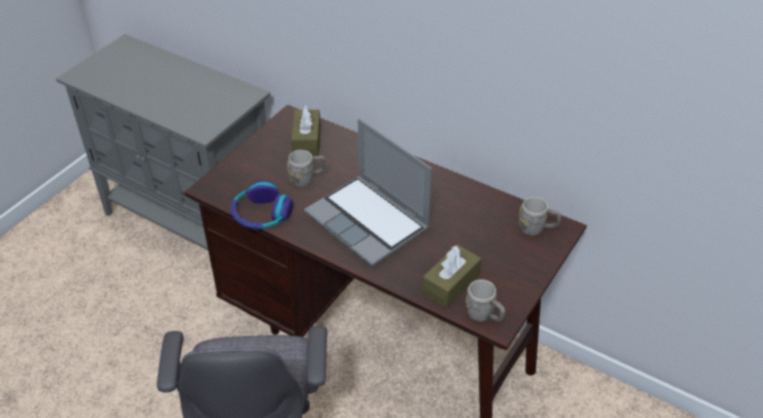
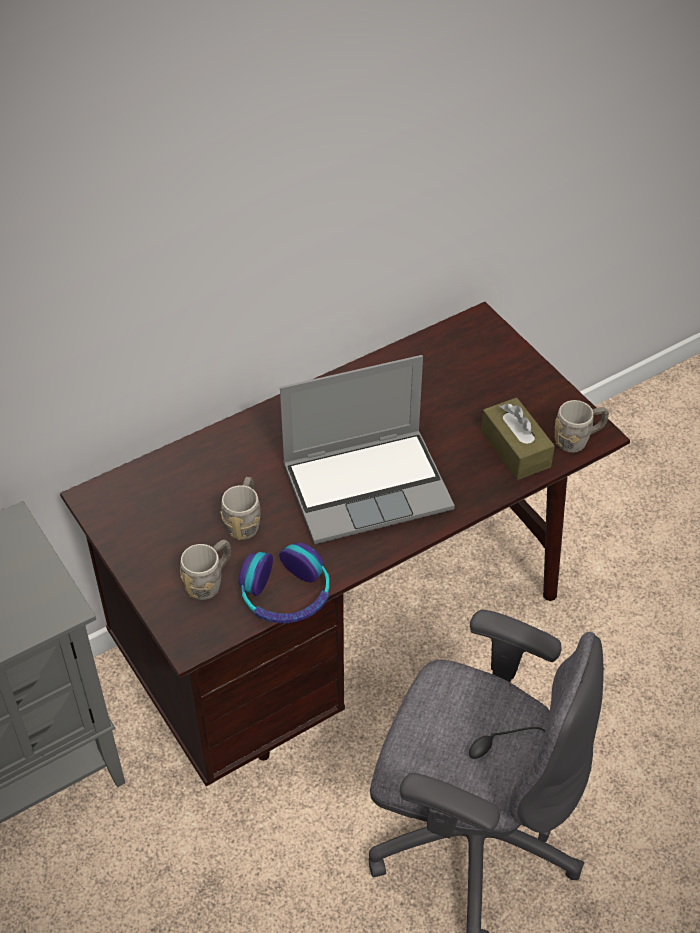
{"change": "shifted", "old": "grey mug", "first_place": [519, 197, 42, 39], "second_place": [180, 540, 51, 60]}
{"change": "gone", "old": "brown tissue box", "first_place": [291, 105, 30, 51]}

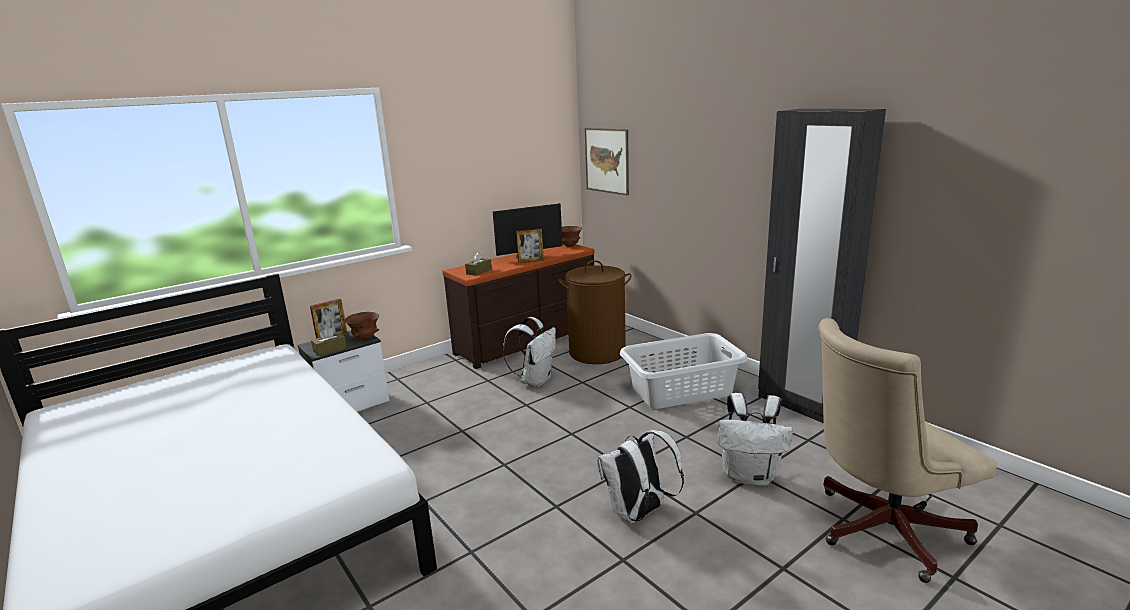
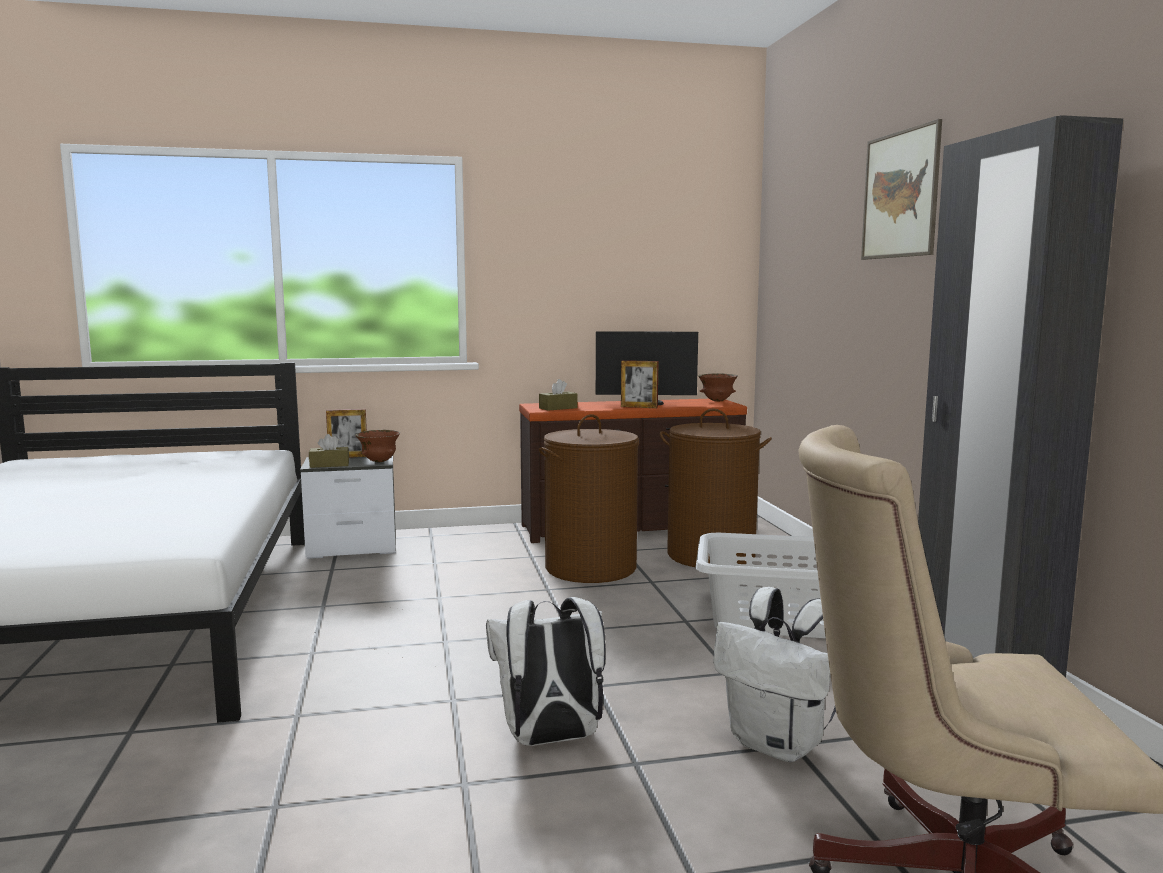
{"change": "swapped", "old": "white backpack", "new": "brown laundry basket", "first_place": [503, 317, 53, 70], "second_place": [539, 414, 100, 169]}
{"change": "shifted", "old": "picture", "first_place": [584, 128, 45, 68], "second_place": [861, 119, 81, 141]}

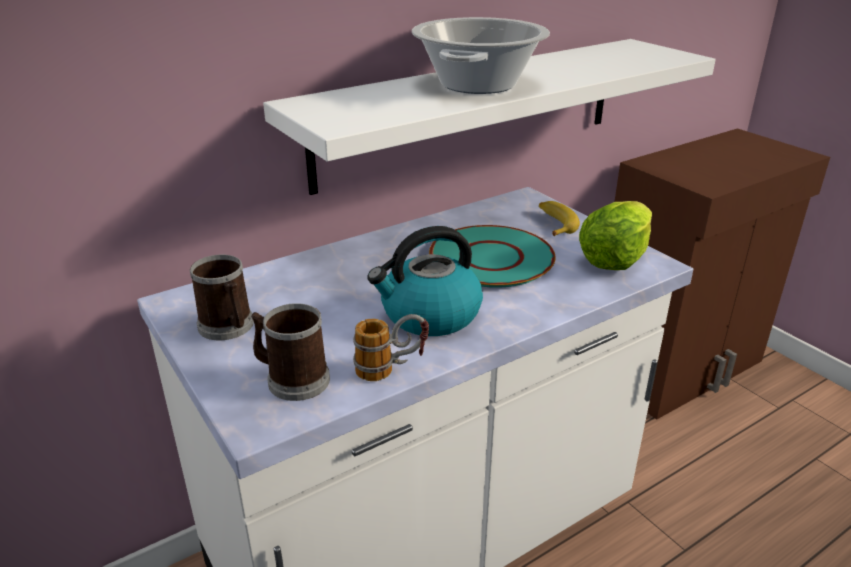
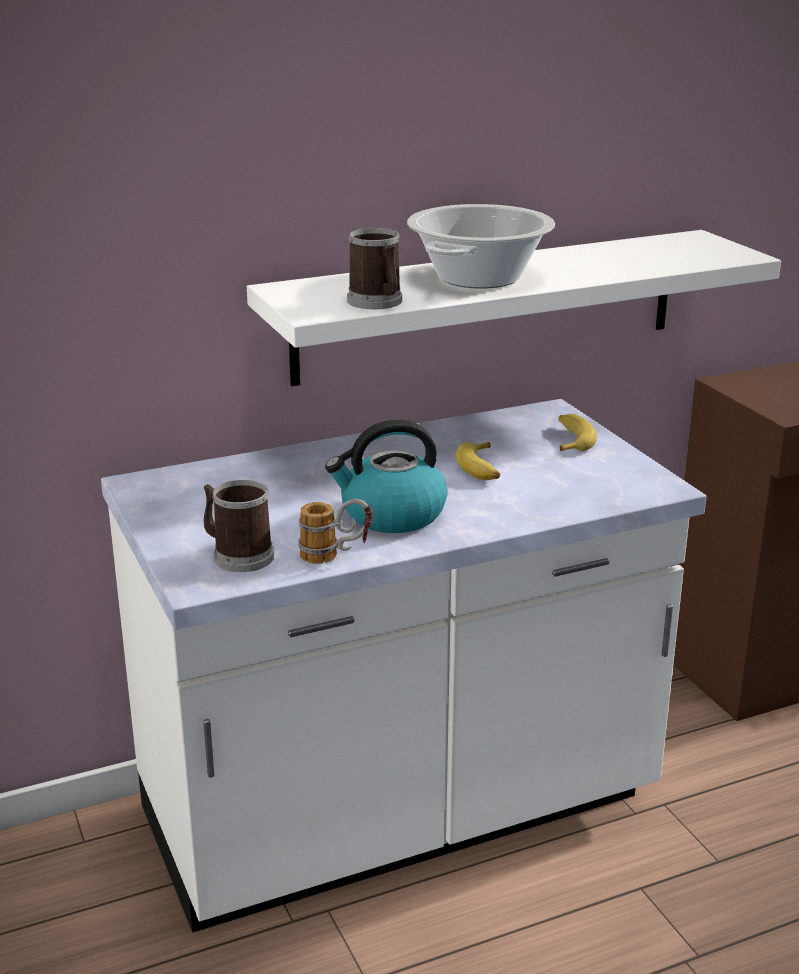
{"change": "shifted", "old": "mug", "first_place": [190, 255, 64, 85], "second_place": [347, 228, 55, 81]}
{"change": "swapped", "old": "turquoise plate", "new": "banana", "first_place": [429, 225, 127, 63], "second_place": [456, 442, 44, 38]}
{"change": "gone", "old": "lettuce", "first_place": [579, 201, 73, 69]}

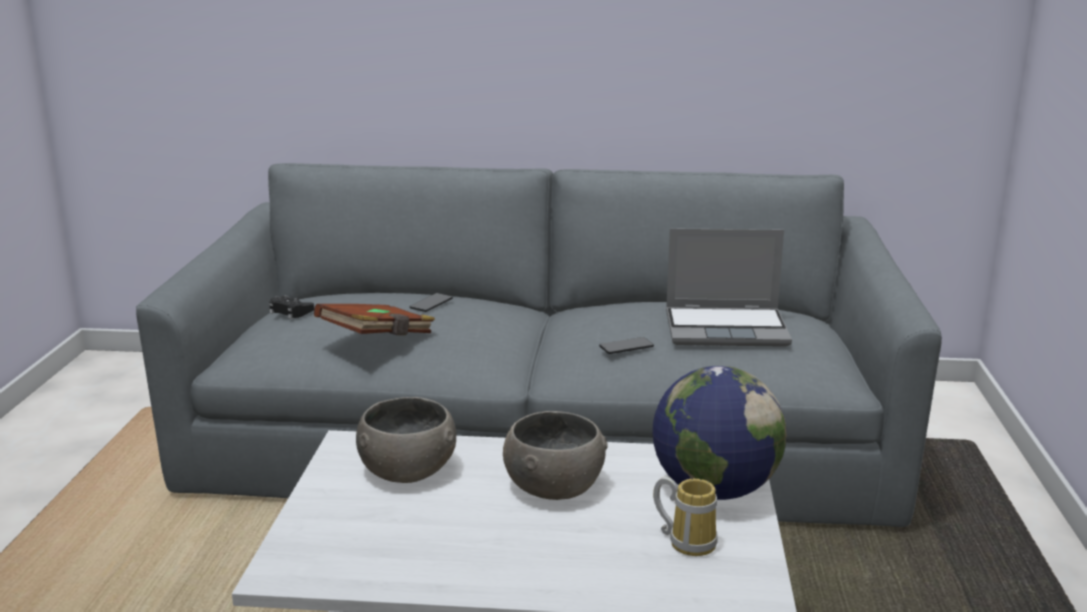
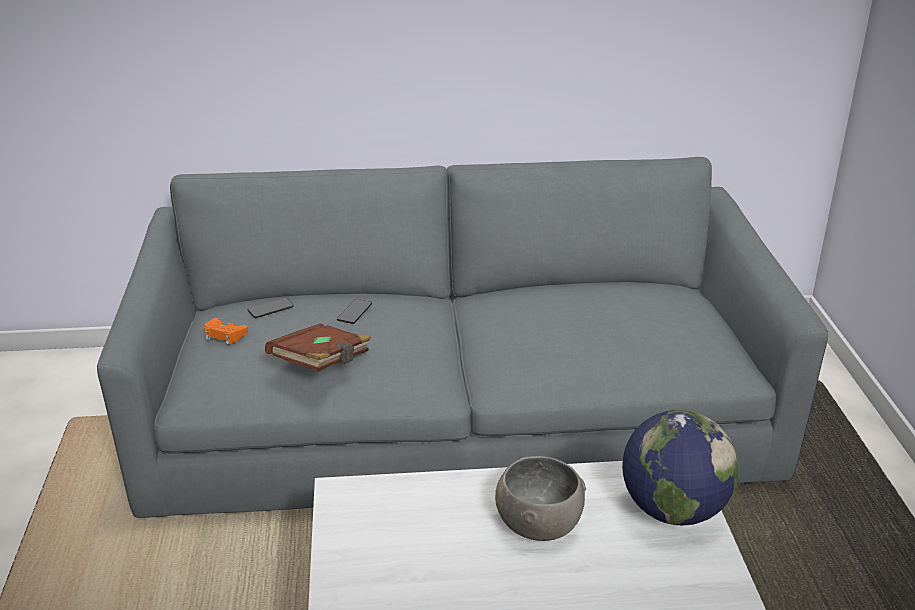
{"change": "repainted", "old": "black game controller", "new": "orange game controller", "first_place": [269, 295, 45, 24], "second_place": [204, 318, 44, 27]}
{"change": "shifted", "old": "phone", "first_place": [599, 337, 55, 17], "second_place": [248, 298, 46, 20]}
{"change": "gone", "old": "grey bowl", "first_place": [356, 397, 100, 86]}
{"change": "gone", "old": "mug", "first_place": [653, 477, 65, 79]}
{"change": "gone", "old": "laptop", "first_place": [666, 228, 126, 119]}

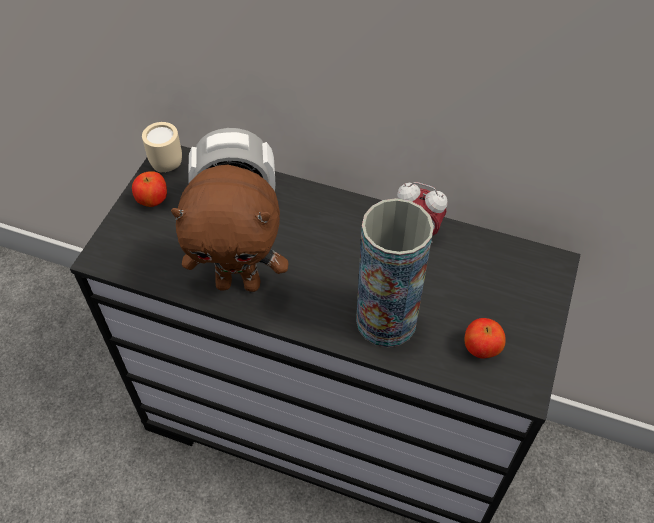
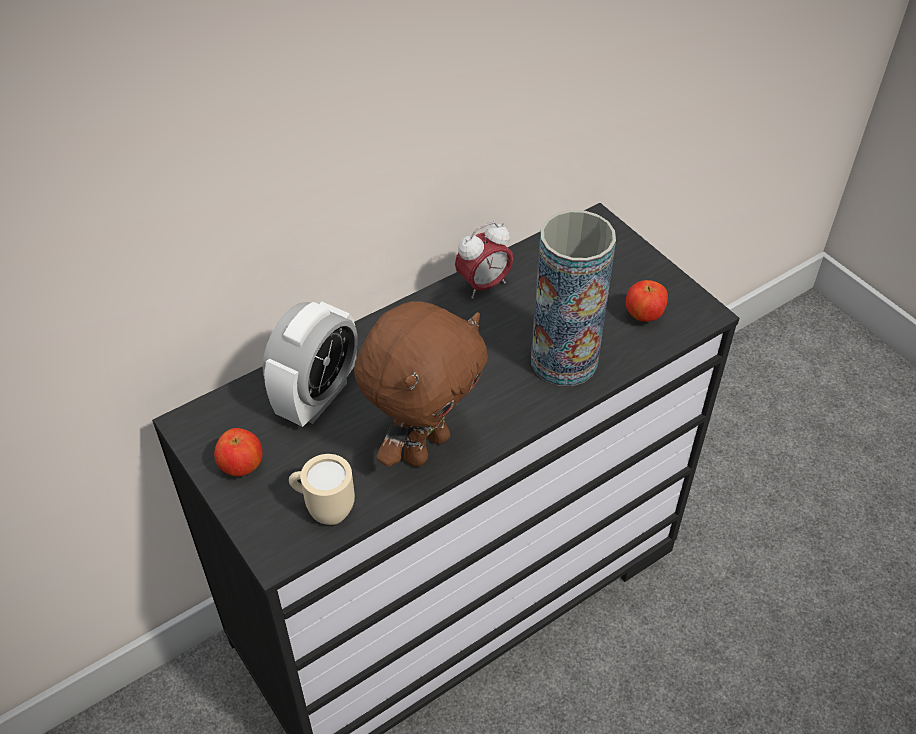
{"change": "shifted", "old": "beige mug", "first_place": [142, 122, 40, 50], "second_place": [289, 454, 66, 71]}

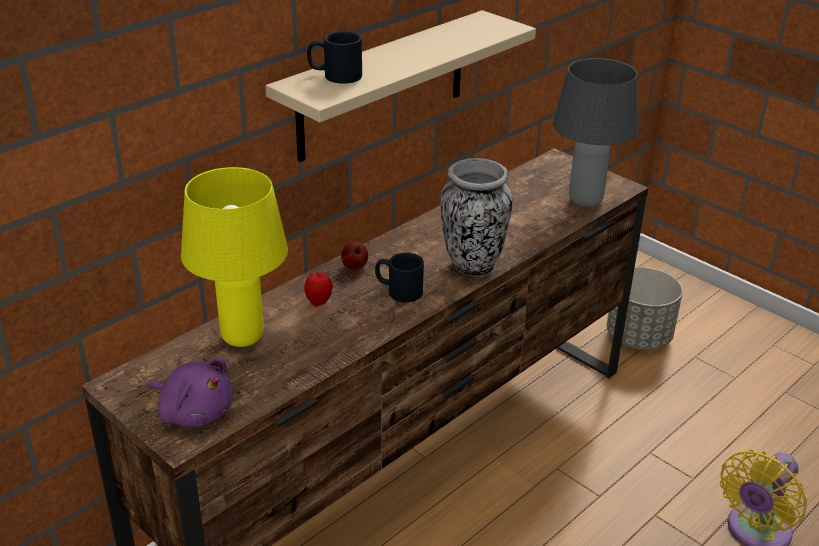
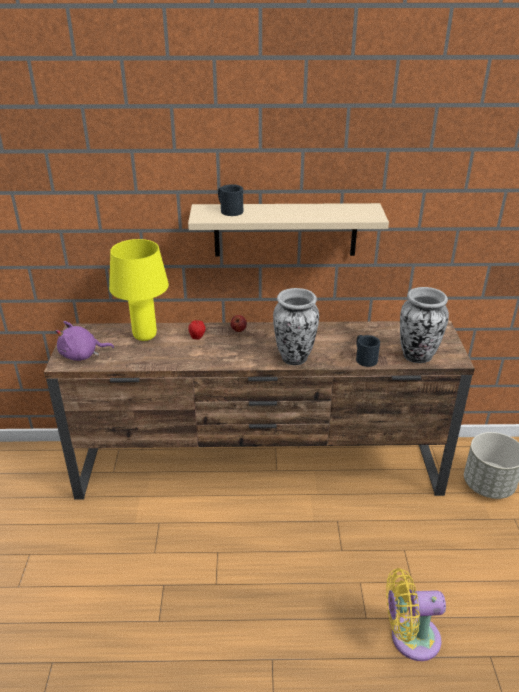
{"change": "rotated", "old": "purple plush toy", "first_place": [148, 358, 85, 69], "second_place": [55, 321, 59, 40], "degrees": 90}
{"change": "shifted", "old": "black mug", "first_place": [375, 253, 49, 50], "second_place": [356, 335, 24, 32]}
{"change": "swapped", "old": "grey table lamp", "new": "vase", "first_place": [553, 58, 85, 149], "second_place": [400, 287, 49, 76]}

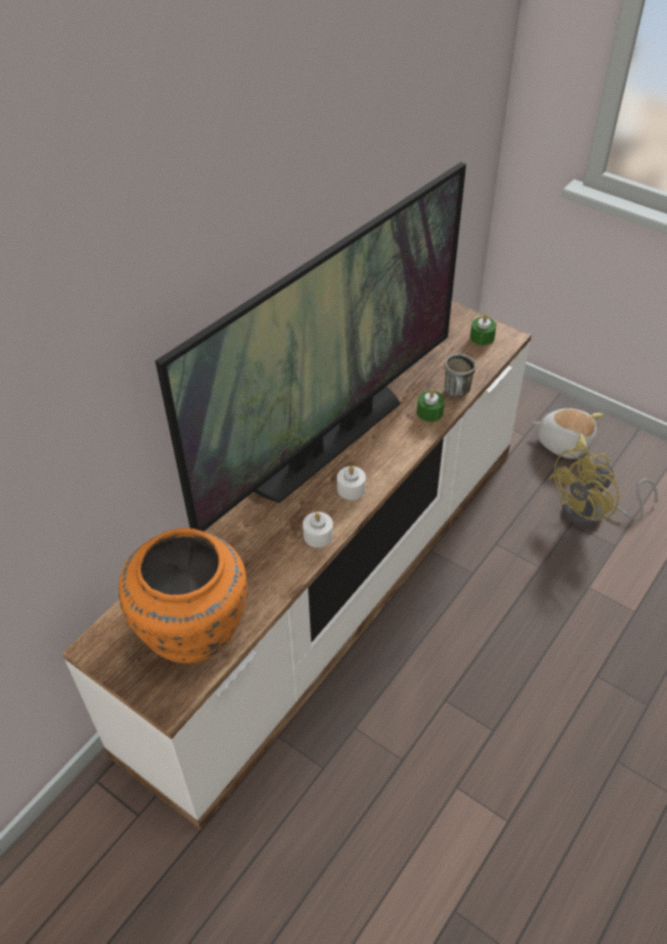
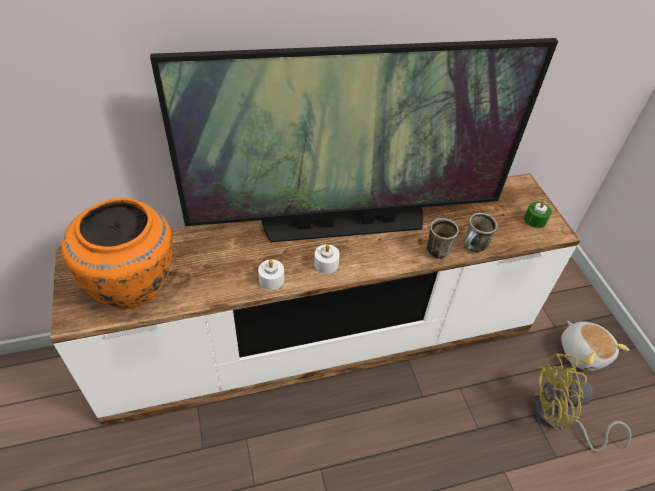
{"change": "swapped", "old": "green candle", "new": "mug", "first_place": [417, 389, 28, 33], "second_place": [427, 218, 32, 41]}

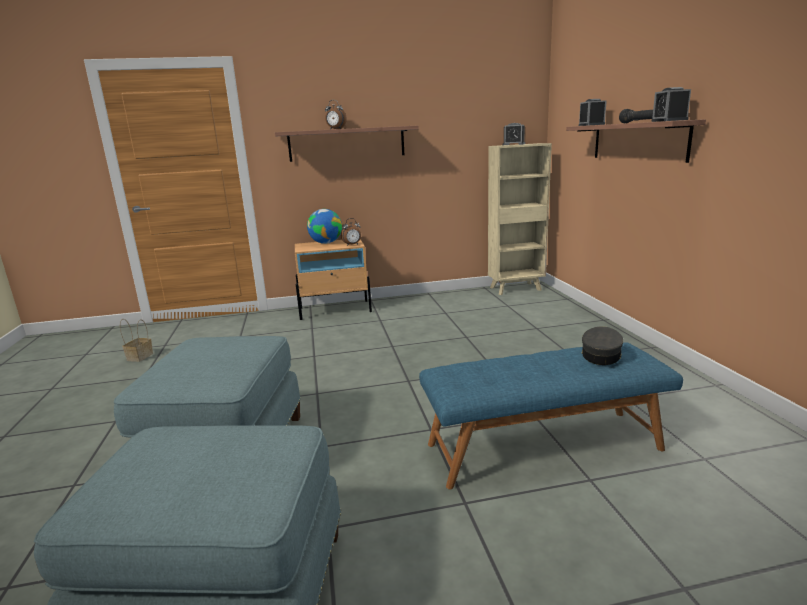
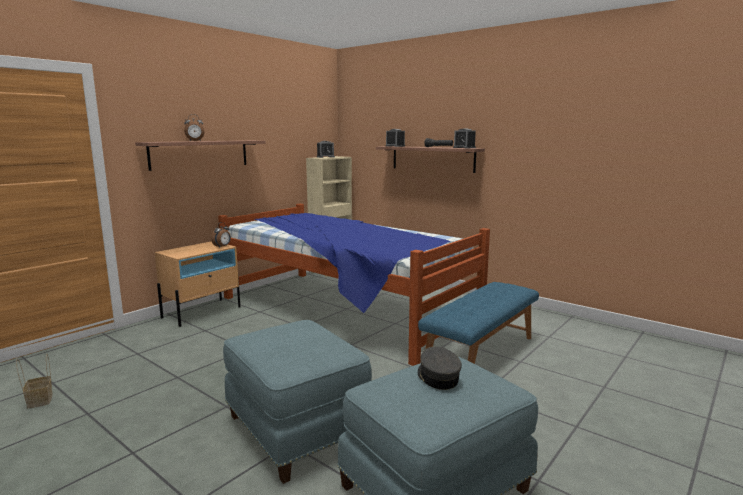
{"change": "new", "new": "bed", "second_place": [218, 204, 272, 162]}
{"change": "shifted", "old": "grey cap", "first_place": [582, 326, 41, 39], "second_place": [418, 347, 44, 43]}
{"change": "gone", "old": "globe", "first_place": [307, 209, 35, 35]}

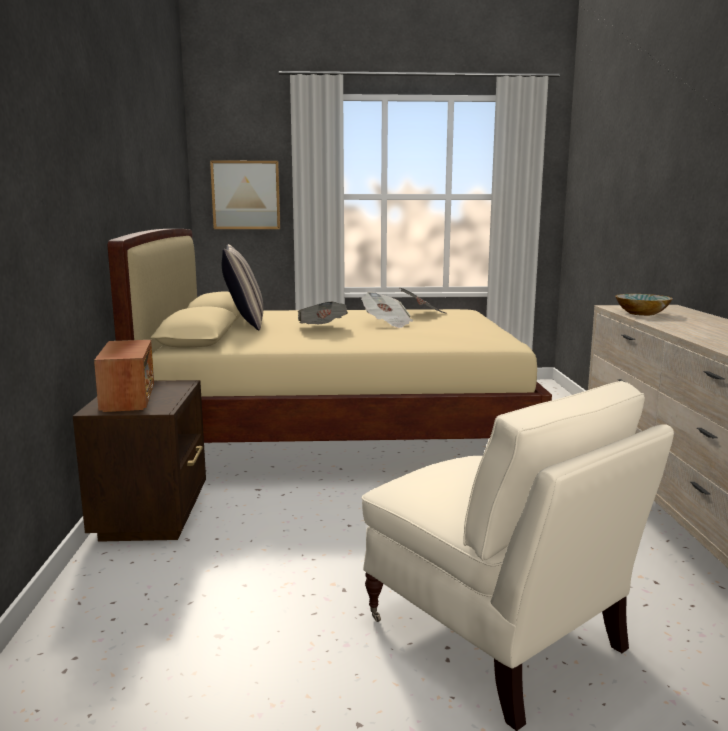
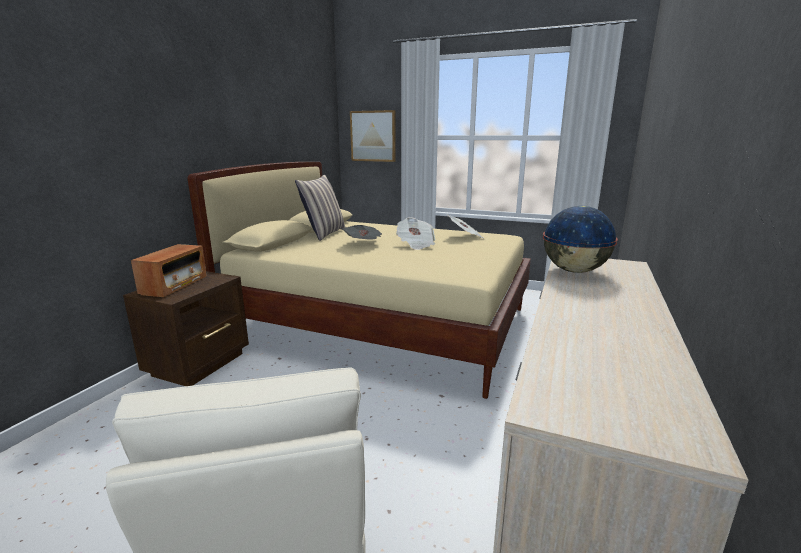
{"change": "swapped", "old": "bowl", "new": "globe", "first_place": [615, 294, 58, 22], "second_place": [543, 206, 75, 67]}

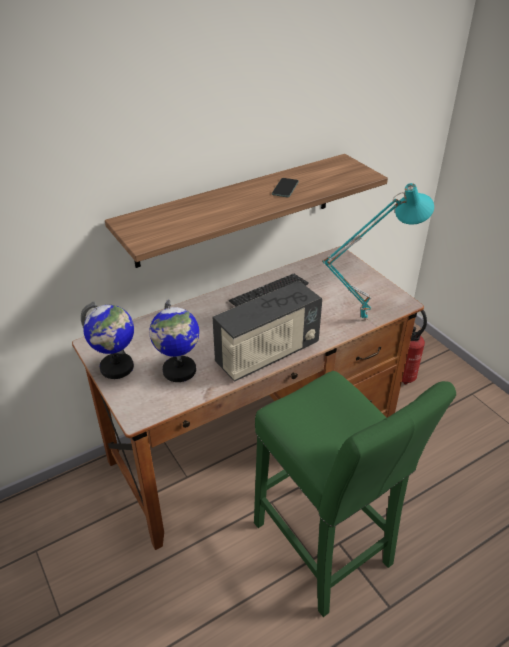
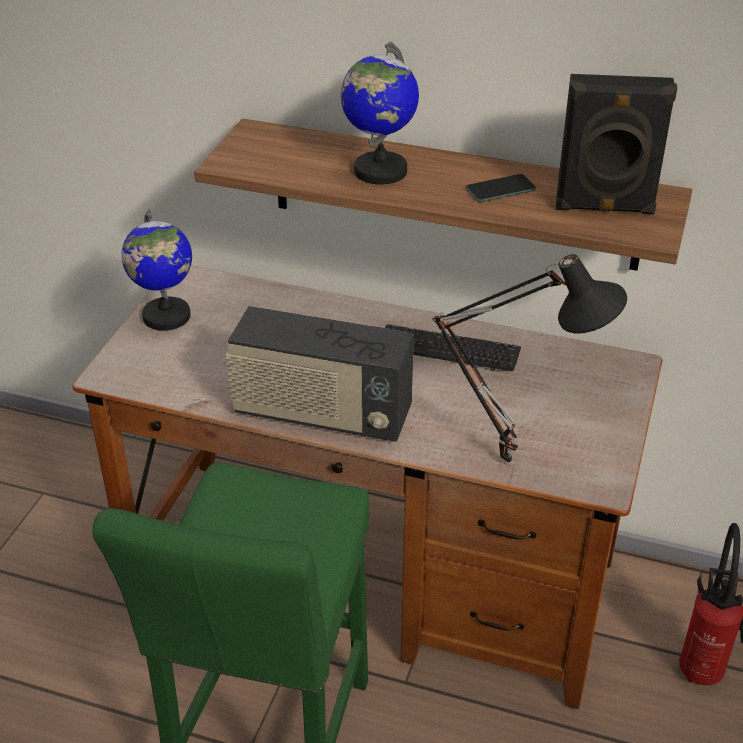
{"change": "shifted", "old": "globe", "first_place": [149, 300, 50, 82], "second_place": [341, 42, 78, 143]}
{"change": "repainted", "old": "turquoise table lamp", "new": "black table lamp", "first_place": [322, 183, 112, 138], "second_place": [433, 254, 194, 213]}
{"change": "new", "new": "black speaker", "second_place": [556, 74, 122, 140]}

